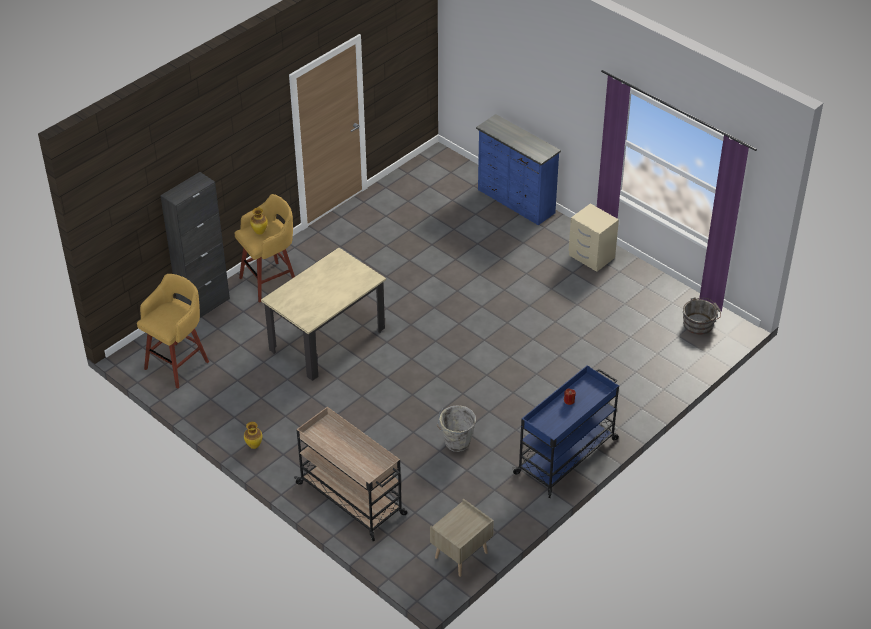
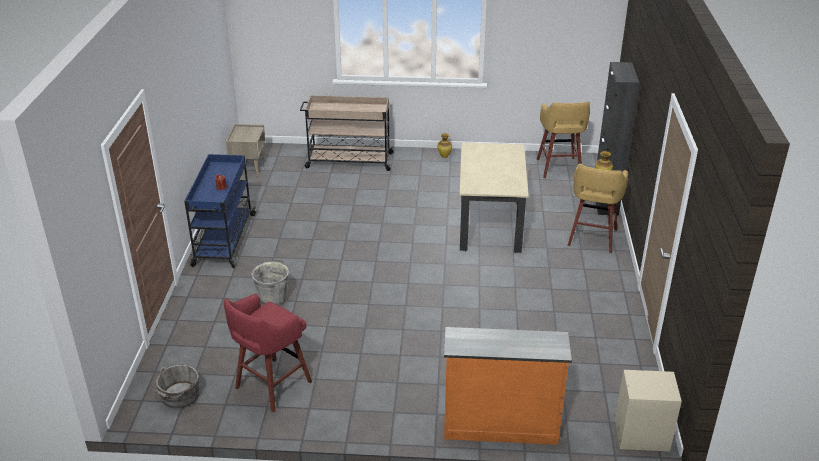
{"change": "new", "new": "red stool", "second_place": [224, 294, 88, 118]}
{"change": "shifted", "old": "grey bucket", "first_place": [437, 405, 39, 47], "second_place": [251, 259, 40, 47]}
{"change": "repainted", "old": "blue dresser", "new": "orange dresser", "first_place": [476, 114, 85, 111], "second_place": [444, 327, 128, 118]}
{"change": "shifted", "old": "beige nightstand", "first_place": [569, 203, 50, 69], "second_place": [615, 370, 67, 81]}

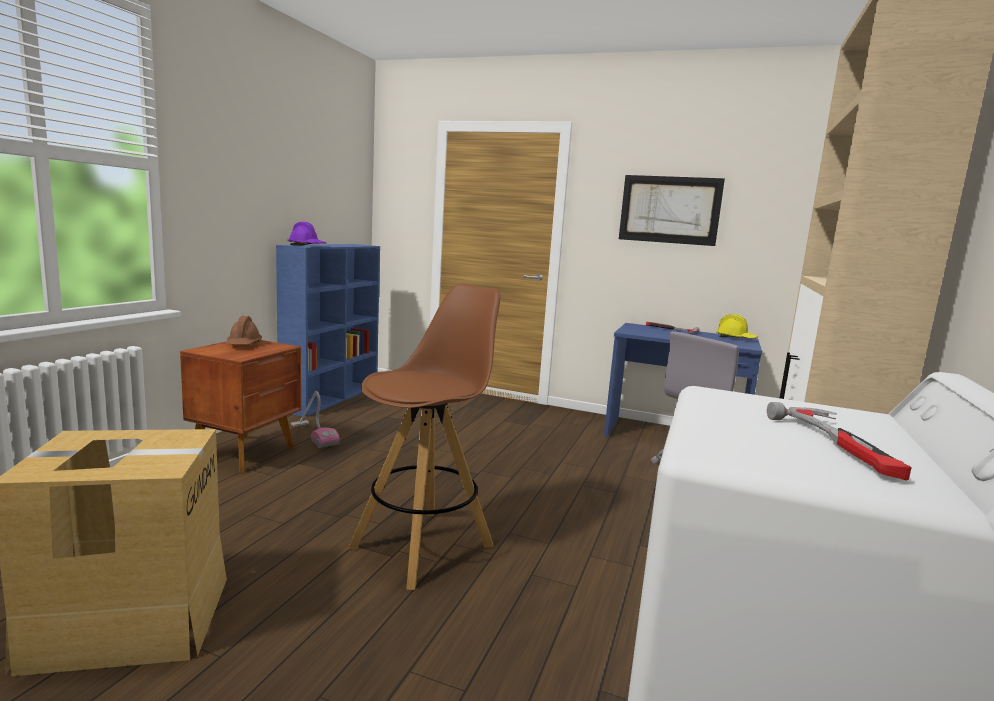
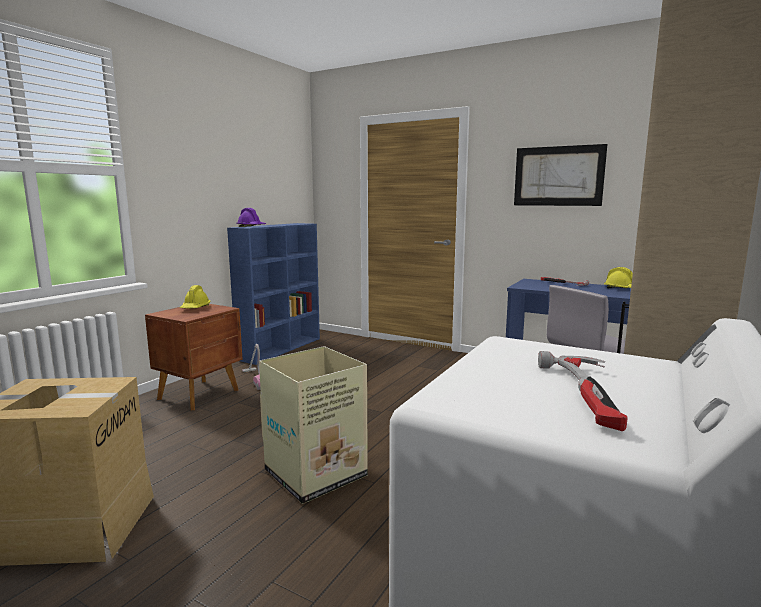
{"change": "repainted", "old": "brown hard hat", "new": "yellow hard hat", "first_place": [226, 316, 36, 29], "second_place": [180, 285, 31, 24]}
{"change": "swapped", "old": "brown stool", "new": "cardboard box", "first_place": [348, 284, 153, 306], "second_place": [259, 346, 109, 158]}

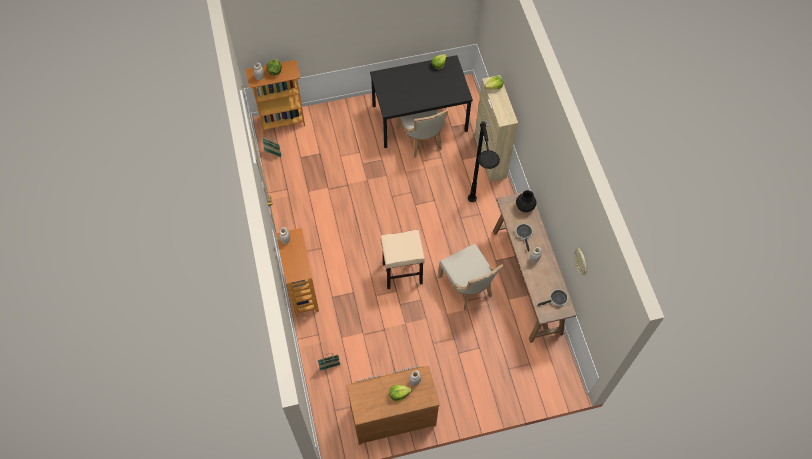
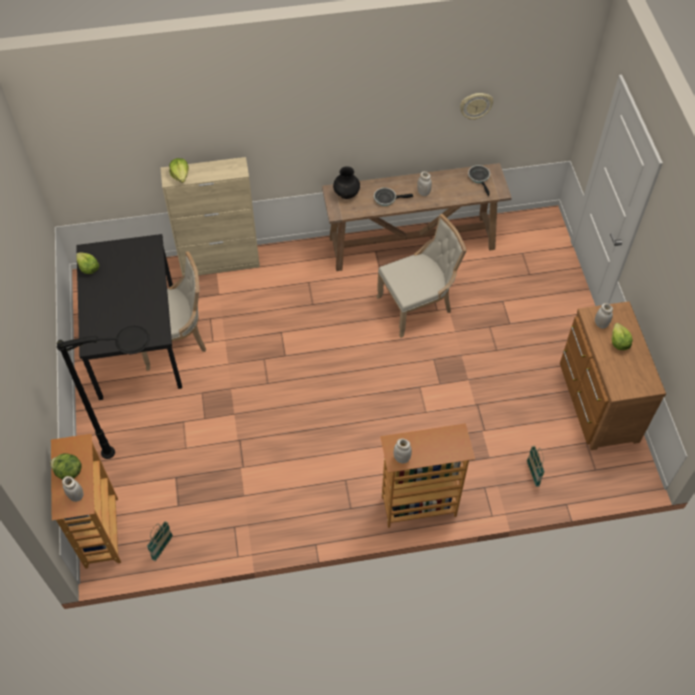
{"change": "shifted", "old": "black floor lamp", "first_place": [468, 121, 32, 81], "second_place": [57, 326, 93, 133]}
{"change": "gone", "old": "beige stool", "first_place": [381, 230, 44, 59]}

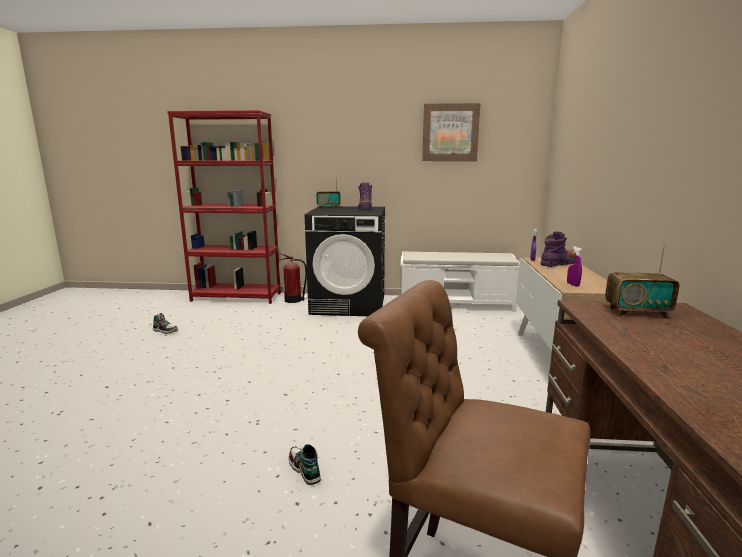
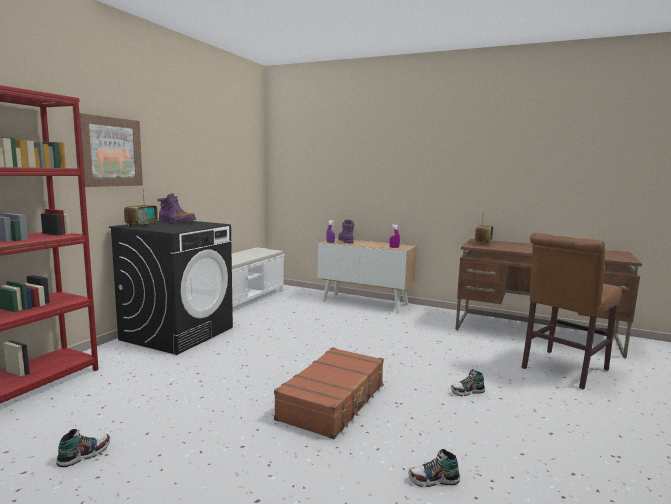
{"change": "shifted", "old": "picture", "first_place": [422, 103, 59, 58], "second_place": [79, 113, 64, 74]}
{"change": "new", "new": "brown suitcase", "second_place": [274, 347, 110, 92]}
{"change": "new", "new": "shoe", "second_place": [408, 449, 52, 38]}
{"change": "gone", "old": "fire extinguisher", "first_place": [280, 254, 27, 49]}

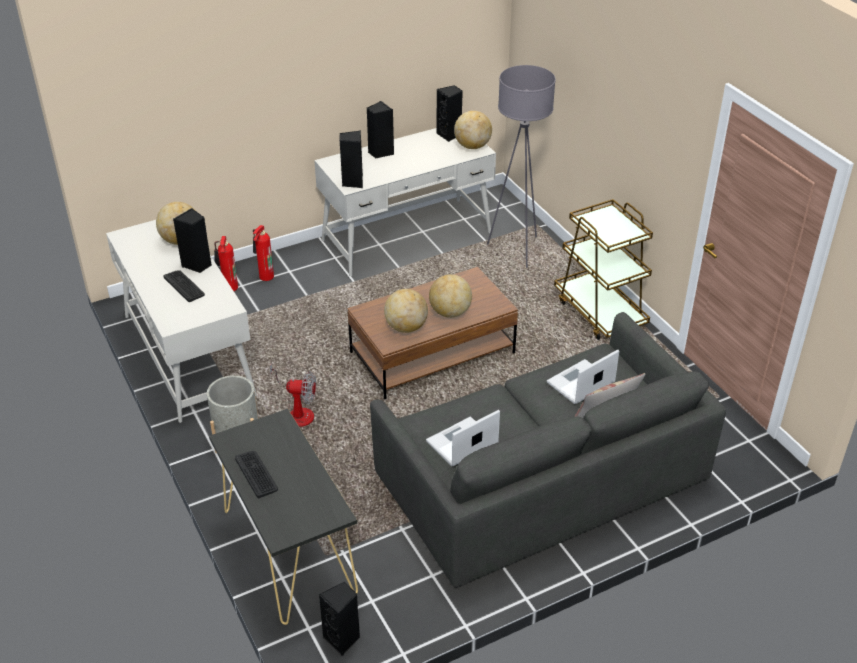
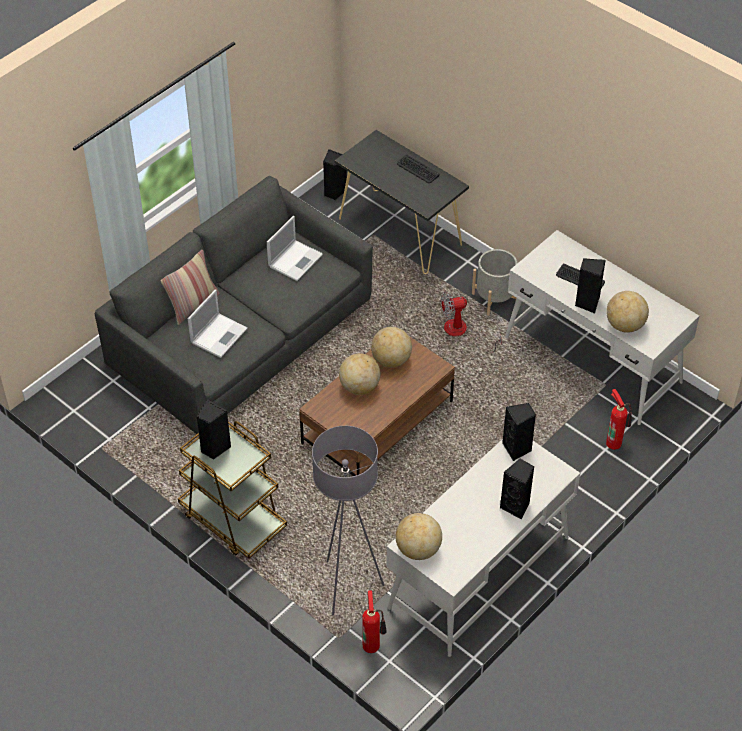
{"change": "shifted", "old": "black speaker", "first_place": [436, 85, 27, 57], "second_place": [196, 399, 35, 61]}
{"change": "shifted", "old": "fire extinguisher", "first_place": [253, 225, 21, 56], "second_place": [362, 590, 25, 63]}

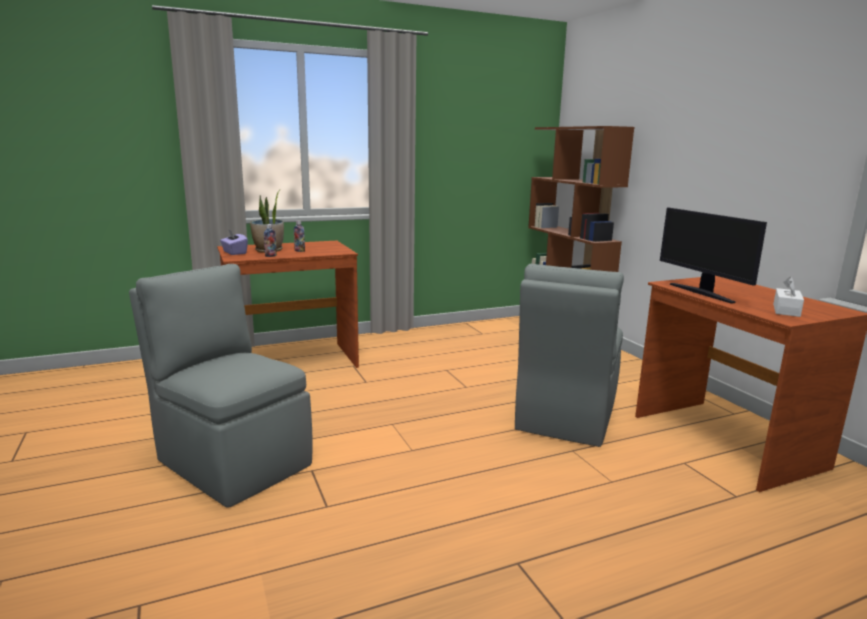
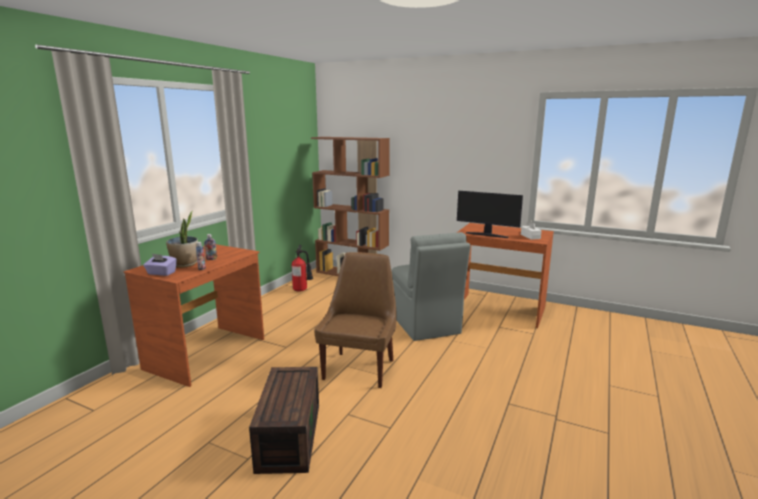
{"change": "swapped", "old": "grey chair", "new": "brown storage box", "first_place": [129, 264, 184, 244], "second_place": [249, 367, 70, 107]}
{"change": "new", "new": "fire extinguisher", "second_place": [292, 245, 21, 47]}
{"change": "new", "new": "brown chair", "second_place": [314, 252, 82, 136]}

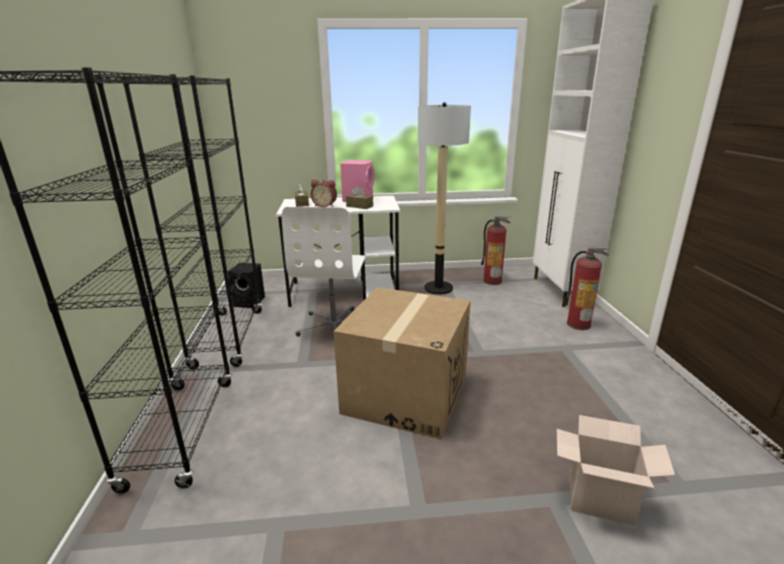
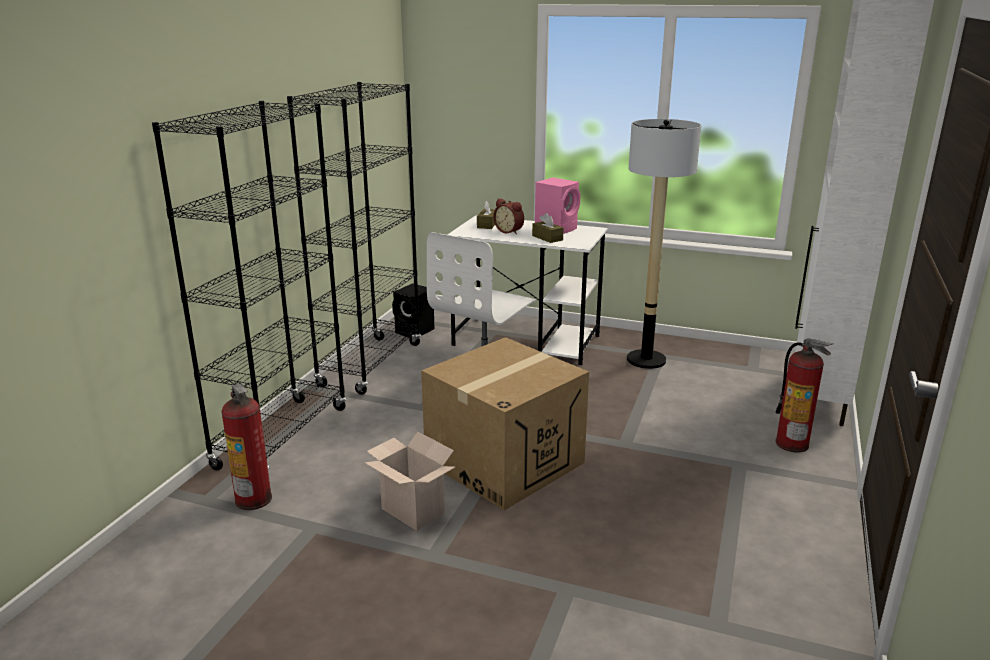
{"change": "shifted", "old": "fire extinguisher", "first_place": [481, 216, 30, 69], "second_place": [221, 383, 51, 127]}
{"change": "shifted", "old": "cardboard box", "first_place": [557, 415, 118, 111], "second_place": [364, 432, 91, 99]}

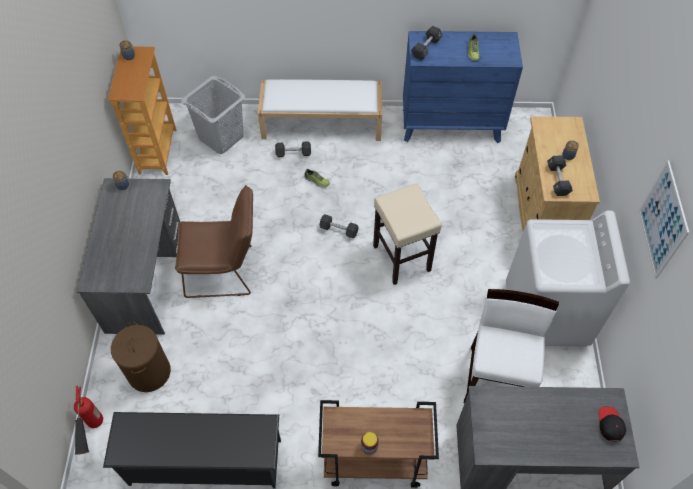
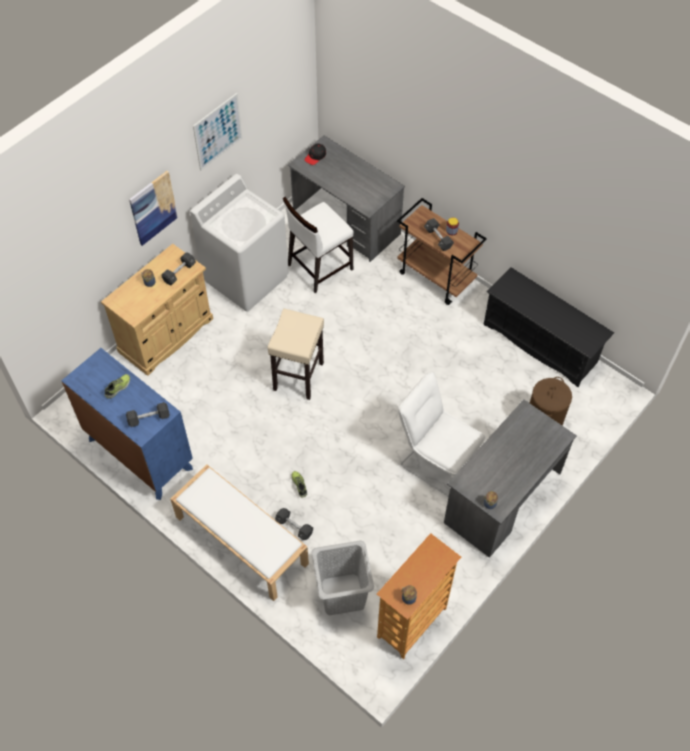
{"change": "new", "new": "picture", "second_place": [129, 171, 49, 75]}
{"change": "repainted", "old": "brown chair", "new": "white chair", "first_place": [175, 185, 78, 113], "second_place": [398, 372, 88, 125]}
{"change": "shifted", "old": "black dumbbell", "first_place": [320, 214, 39, 25], "second_place": [424, 218, 30, 33]}
{"change": "gone", "old": "fire extinguisher", "first_place": [74, 386, 29, 69]}

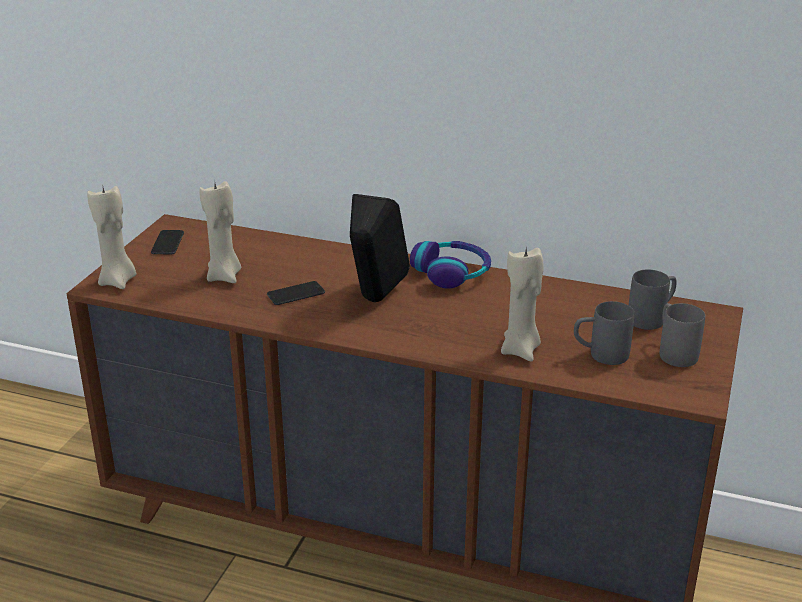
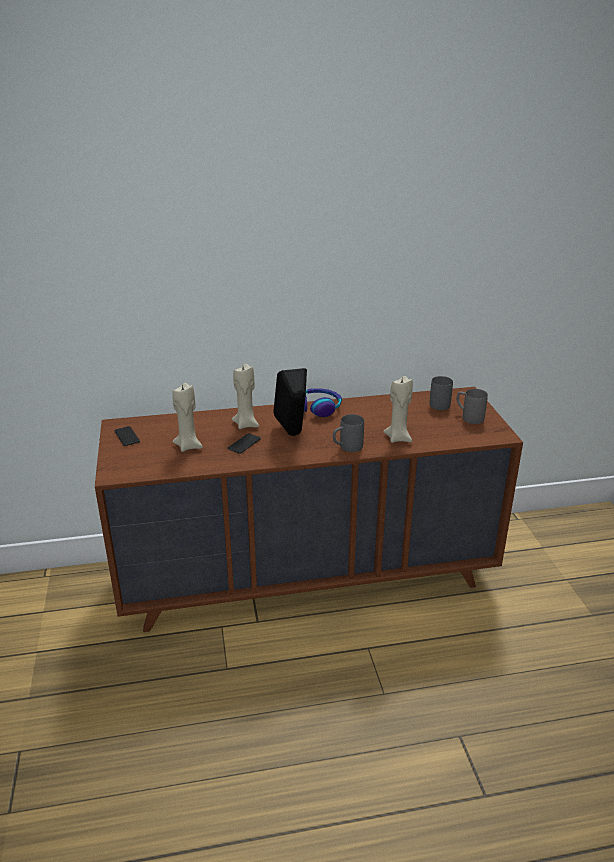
{"change": "shifted", "old": "beige candle", "first_place": [87, 184, 49, 105], "second_place": [232, 364, 27, 65]}
{"change": "shifted", "old": "grey mug", "first_place": [574, 301, 60, 64], "second_place": [333, 414, 31, 38]}

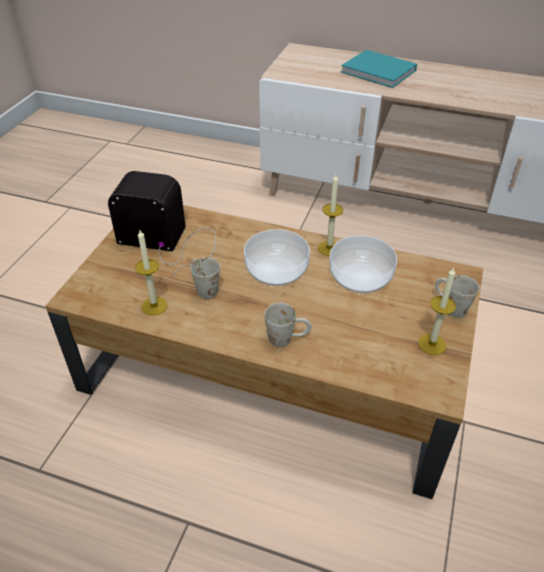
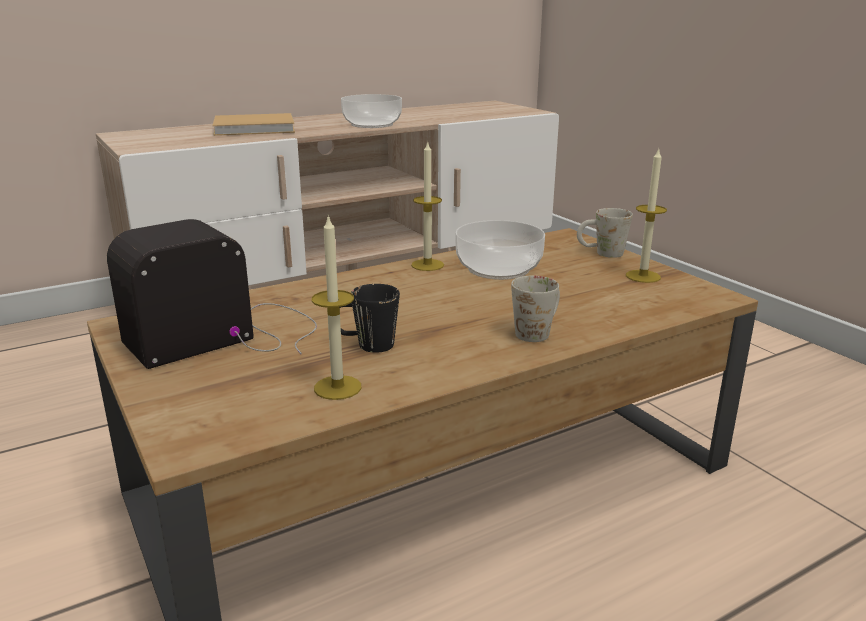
{"change": "repainted", "old": "turquoise book", "new": "beige book", "first_place": [341, 50, 76, 38], "second_place": [212, 113, 83, 23]}
{"change": "repainted", "old": "white mug", "new": "black mug", "first_place": [190, 257, 30, 42], "second_place": [340, 284, 60, 69]}
{"change": "shifted", "old": "bowl", "first_place": [244, 229, 66, 57], "second_place": [341, 94, 61, 34]}

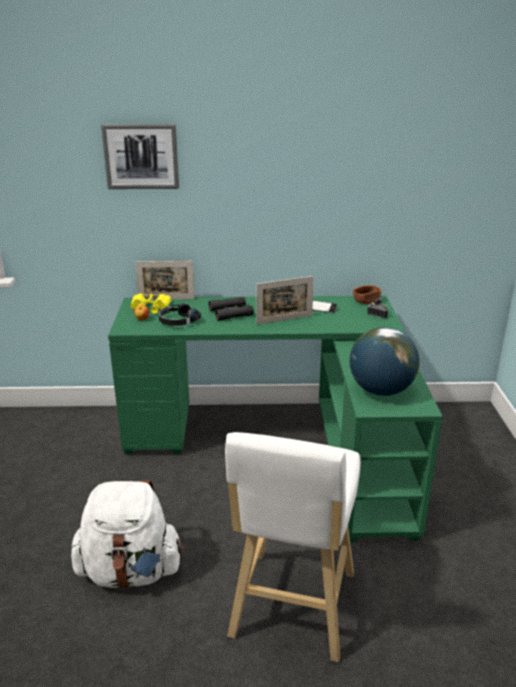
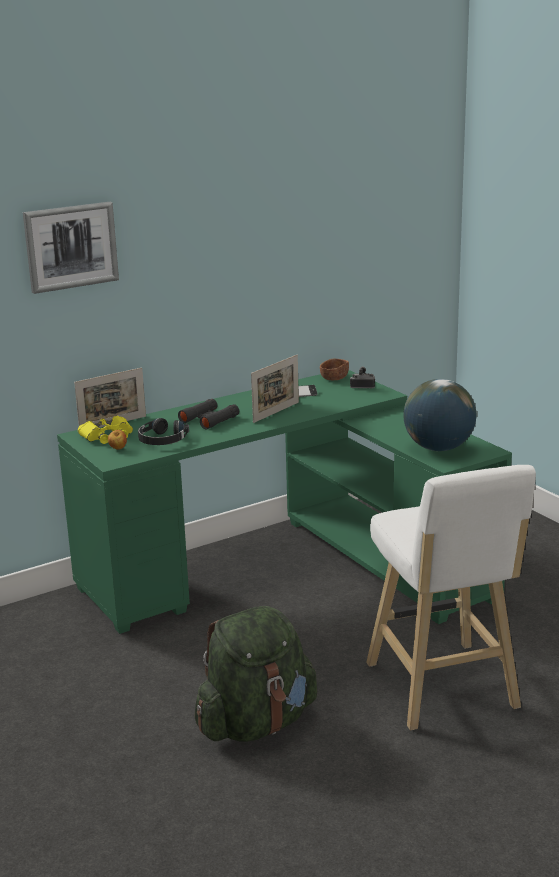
{"change": "repainted", "old": "white backpack", "new": "green backpack", "first_place": [71, 480, 113, 109], "second_place": [194, 606, 123, 136]}

